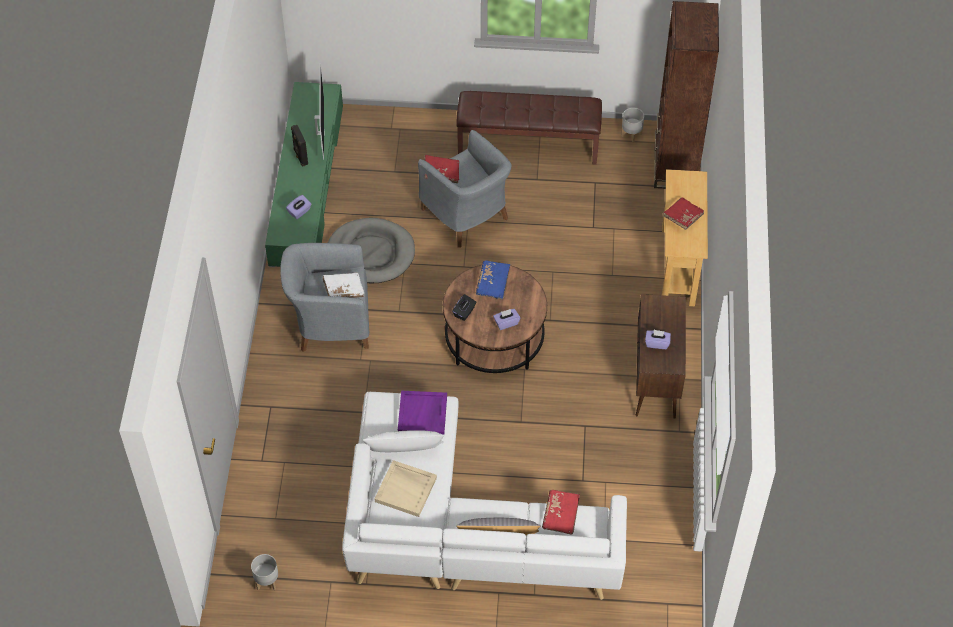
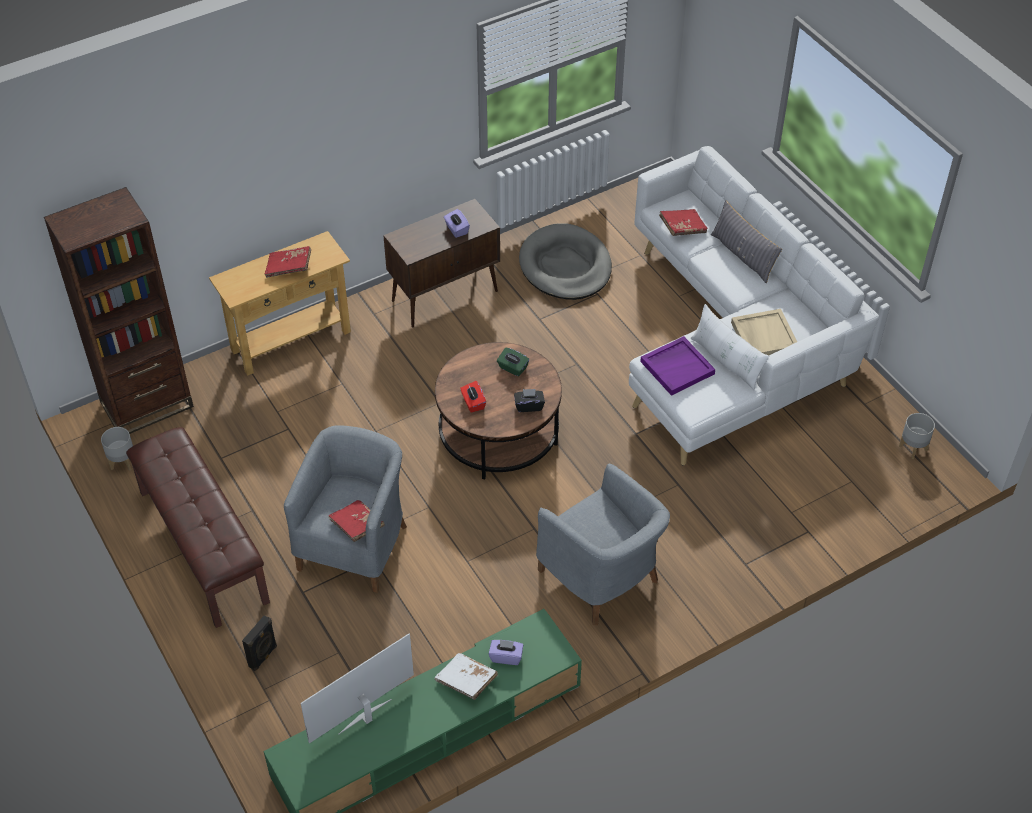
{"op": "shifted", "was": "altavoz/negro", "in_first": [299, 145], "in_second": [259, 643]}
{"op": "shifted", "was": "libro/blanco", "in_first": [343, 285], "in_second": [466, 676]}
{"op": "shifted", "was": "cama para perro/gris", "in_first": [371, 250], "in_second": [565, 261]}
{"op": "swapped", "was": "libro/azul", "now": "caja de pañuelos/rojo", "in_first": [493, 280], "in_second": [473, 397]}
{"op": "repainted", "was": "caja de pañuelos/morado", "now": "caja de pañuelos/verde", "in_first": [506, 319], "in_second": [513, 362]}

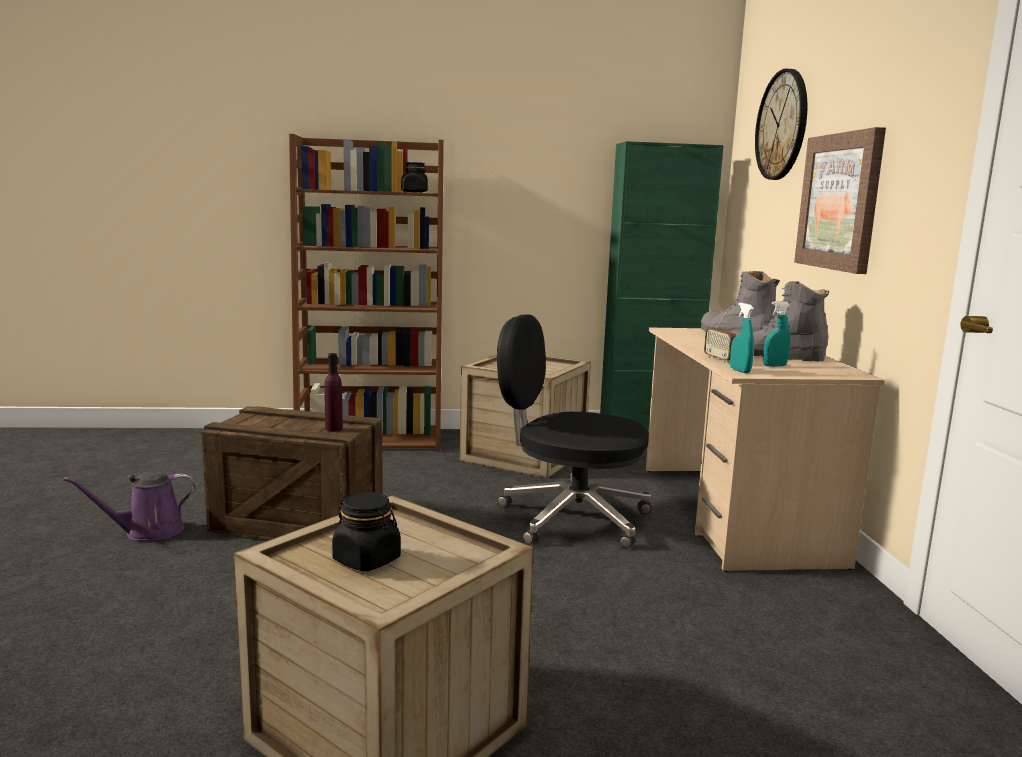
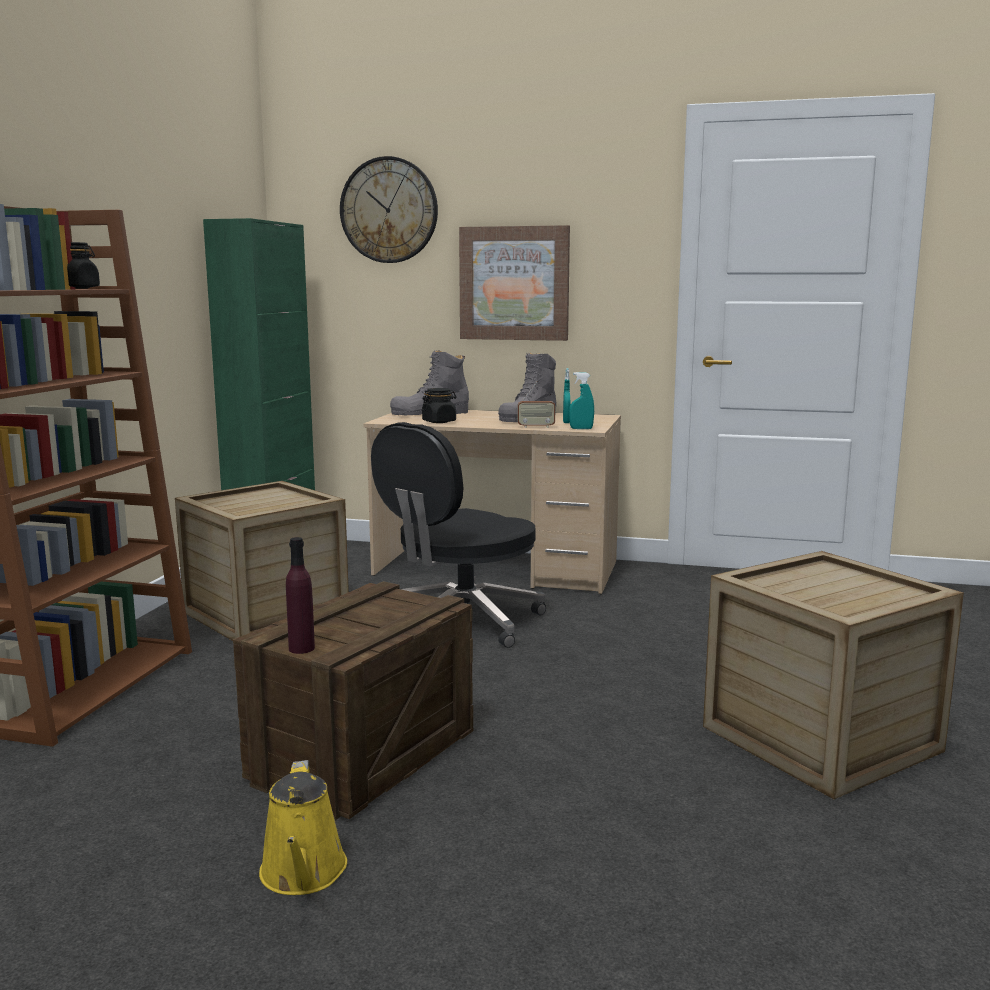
{"op": "shifted", "was": "botella/morado", "in_first": [333, 392], "in_second": [300, 595]}
{"op": "shifted", "was": "tarro/negro", "in_first": [366, 531], "in_second": [439, 405]}
{"op": "repainted", "was": "regadera/morado", "now": "regadera/amarillo", "in_first": [129, 506], "in_second": [303, 827]}

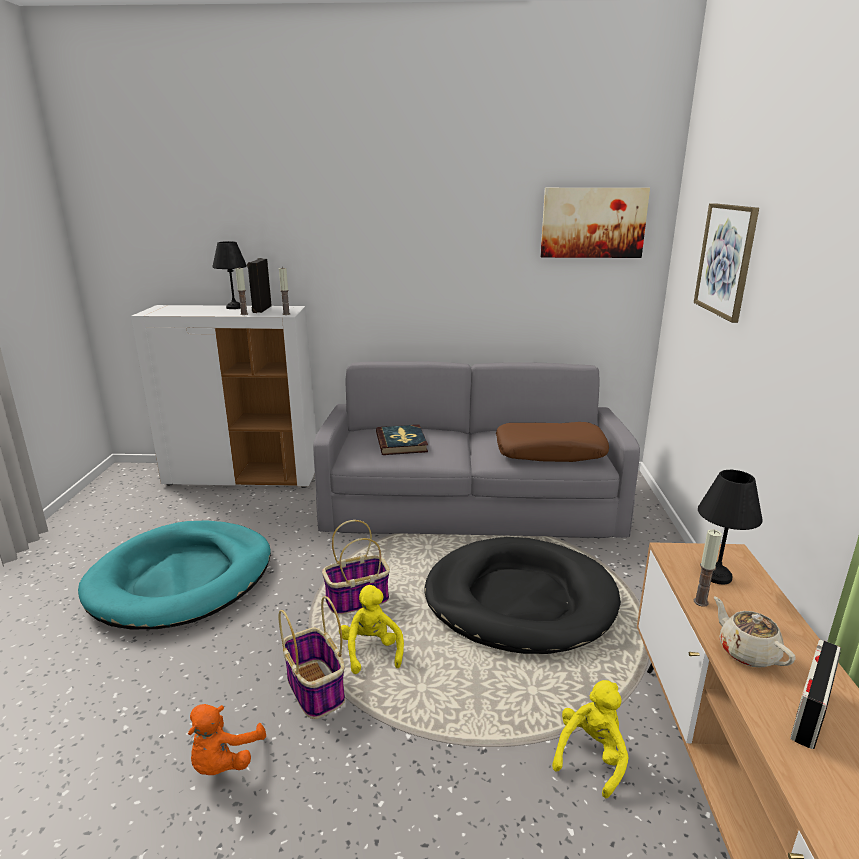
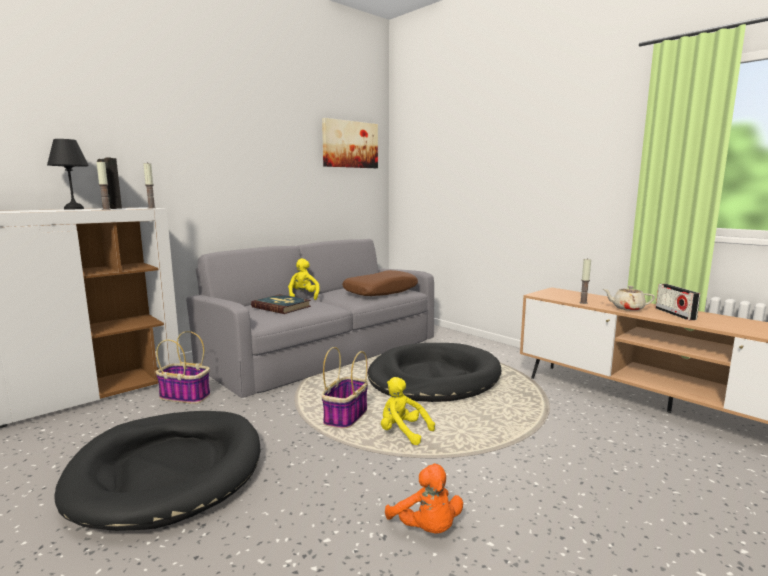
{"op": "gone", "was": "cuadro", "in_first": [726, 263]}
{"op": "gone", "was": "lámpara de mesa/negro", "in_first": [730, 527]}
{"op": "shifted", "was": "cesta", "in_first": [311, 657], "in_second": [183, 367]}
{"op": "shifted", "was": "peluche/amarillo", "in_first": [590, 739], "in_second": [304, 279]}
{"op": "repainted", "was": "cama para perro/turquesa", "now": "cama para perro/negro", "in_first": [174, 574], "in_second": [157, 471]}

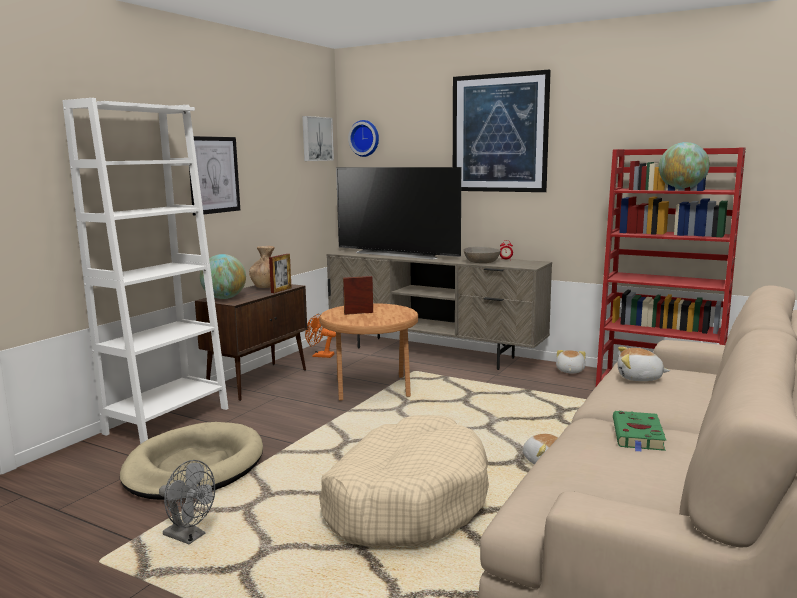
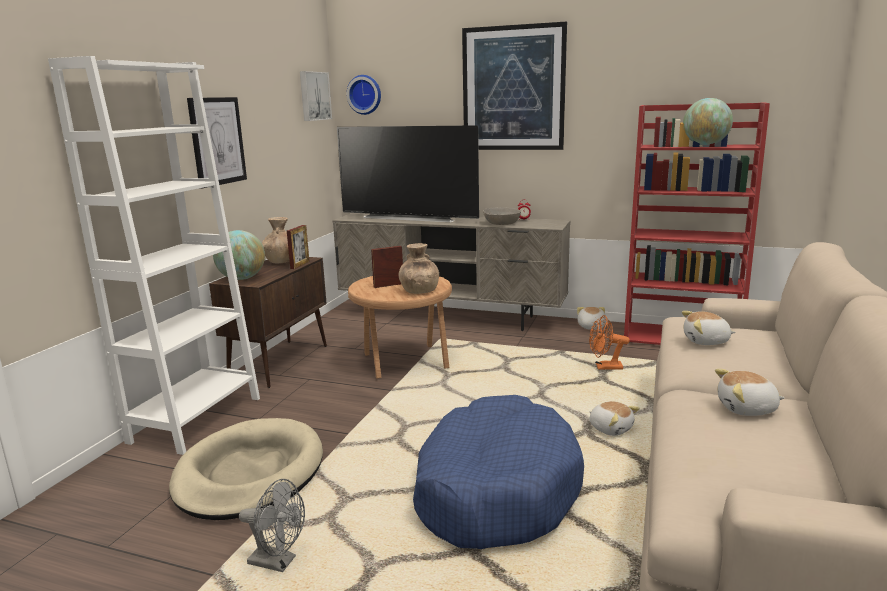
{"op": "new", "now": "florero/marrón", "in_second": [419, 268]}
{"op": "shifted", "was": "ventilador/naranja", "in_first": [320, 336], "in_second": [609, 342]}
{"op": "swapped", "was": "libro/verde", "now": "peluche", "in_first": [639, 431], "in_second": [750, 392]}
{"op": "repainted", "was": "cama para perro/beis", "now": "cama para perro/azul", "in_first": [404, 480], "in_second": [498, 472]}

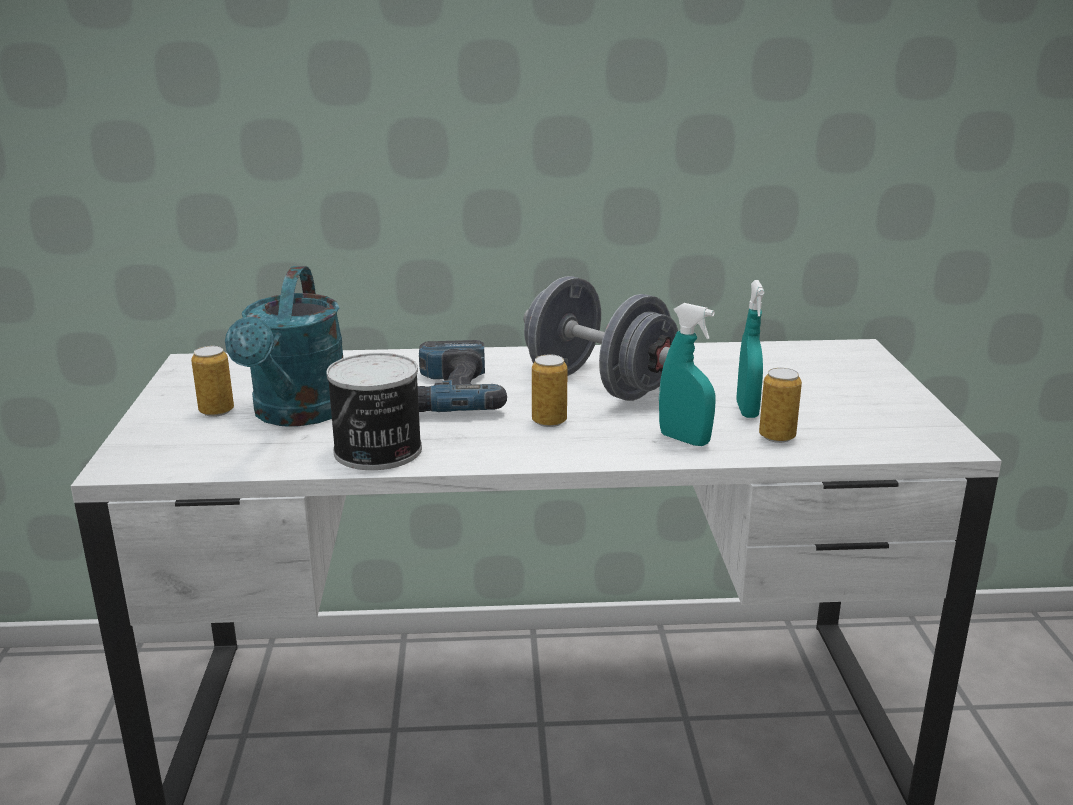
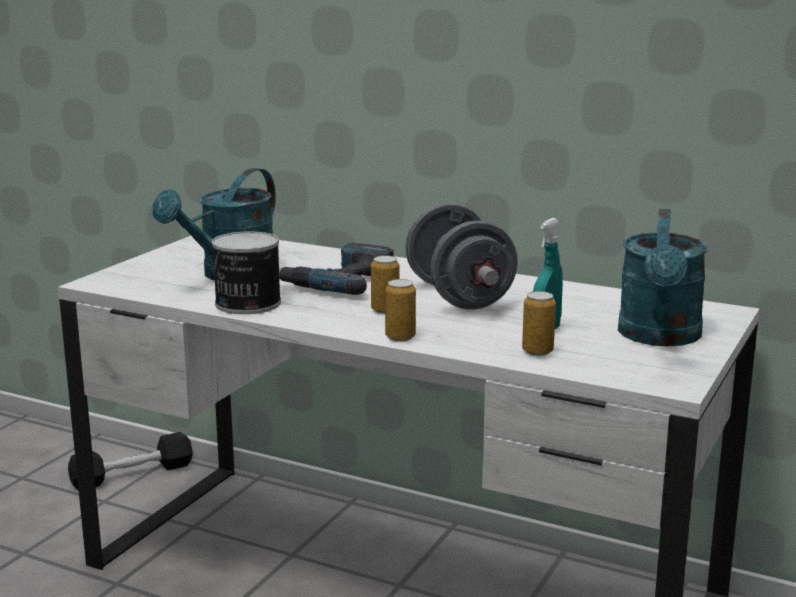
{"op": "gone", "was": "pulverizador/turquesa", "in_first": [687, 374]}
{"op": "new", "now": "mancuerna/negro", "in_second": [130, 461]}
{"op": "new", "now": "regadera/turquesa", "in_second": [663, 277]}
{"op": "shifted", "was": "lata", "in_first": [212, 381], "in_second": [400, 310]}

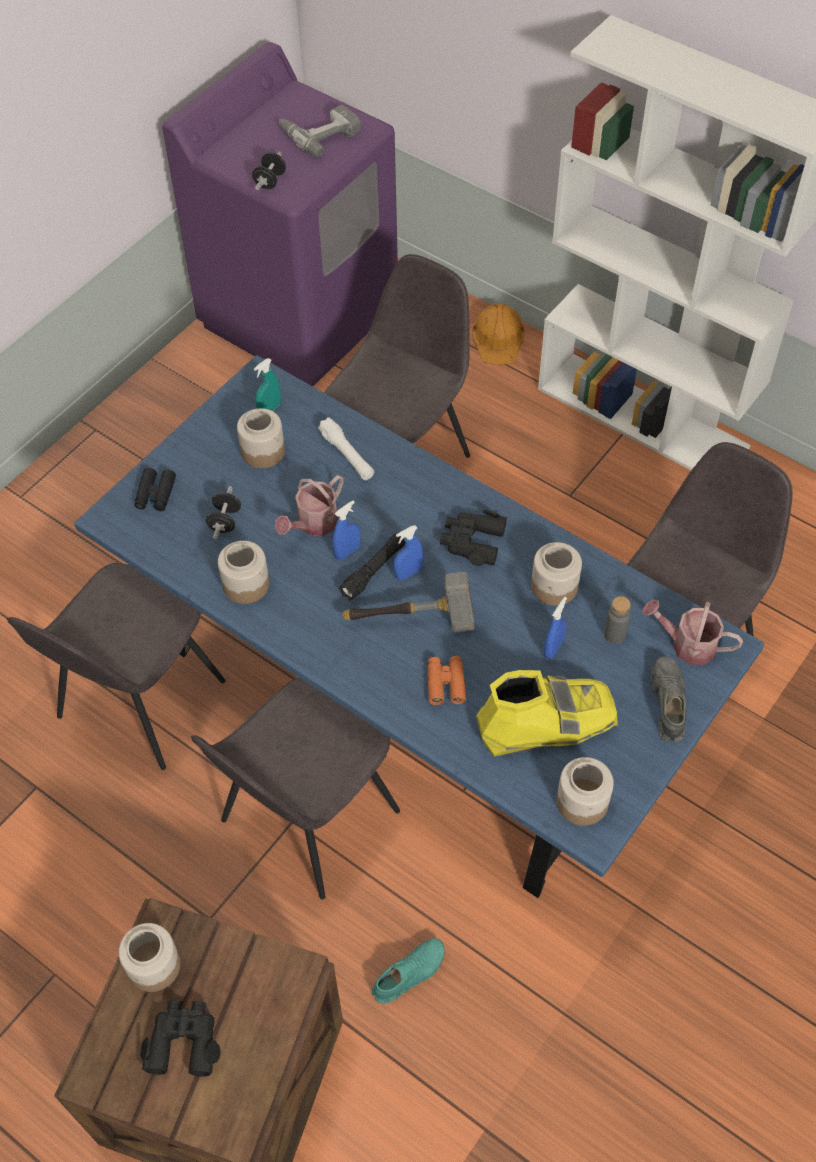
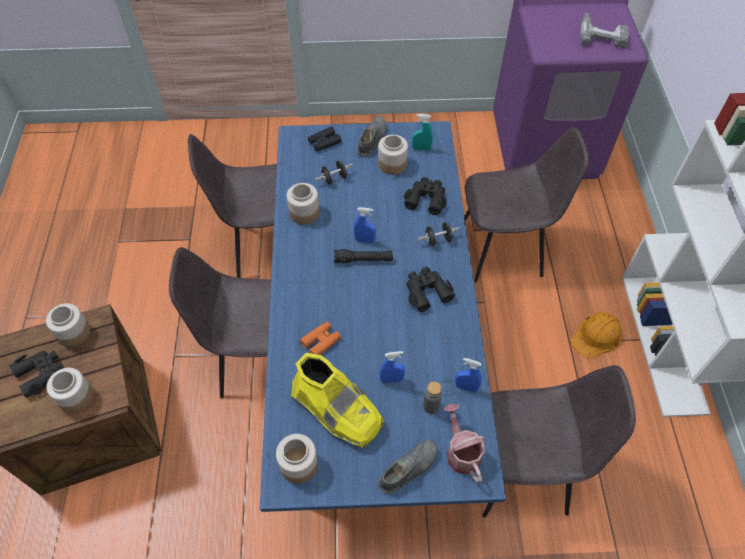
{"op": "gone", "was": "regadera", "in_first": [309, 505]}
{"op": "gone", "was": "martillo", "in_first": [408, 602]}
{"op": "gone", "was": "zapato/turquesa", "in_first": [408, 971]}
{"op": "new", "now": "zapato/gris", "in_second": [372, 136]}
{"op": "shifted", "was": "mancuerna/negro", "in_first": [269, 170], "in_second": [439, 234]}
{"op": "shifted", "was": "pulverizador/azul", "in_first": [408, 552], "in_second": [468, 375]}
{"op": "shifted", "was": "casco/naranja", "in_first": [498, 334], "in_second": [596, 335]}
{"op": "shifted", "was": "tarro", "in_first": [556, 574], "in_second": [70, 390]}
{"op": "swapped", "was": "linterna/blanco", "now": "prismáticos/negro", "in_first": [346, 448], "in_second": [425, 196]}

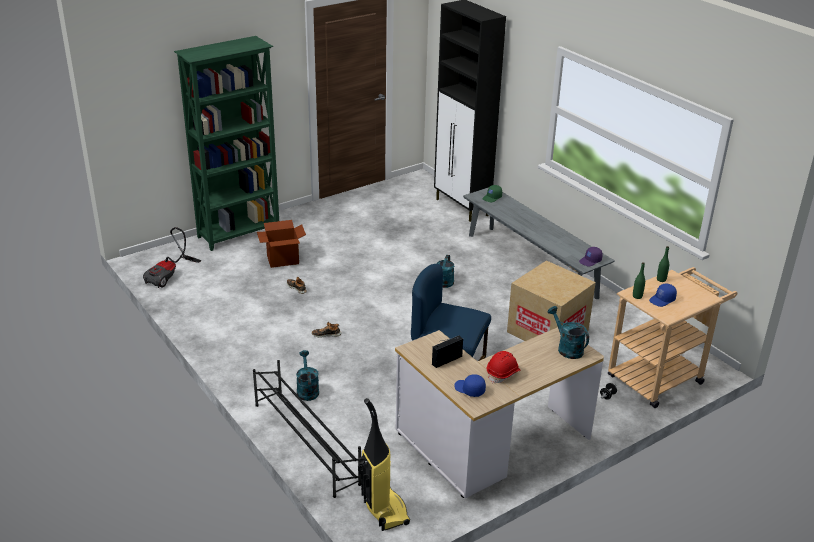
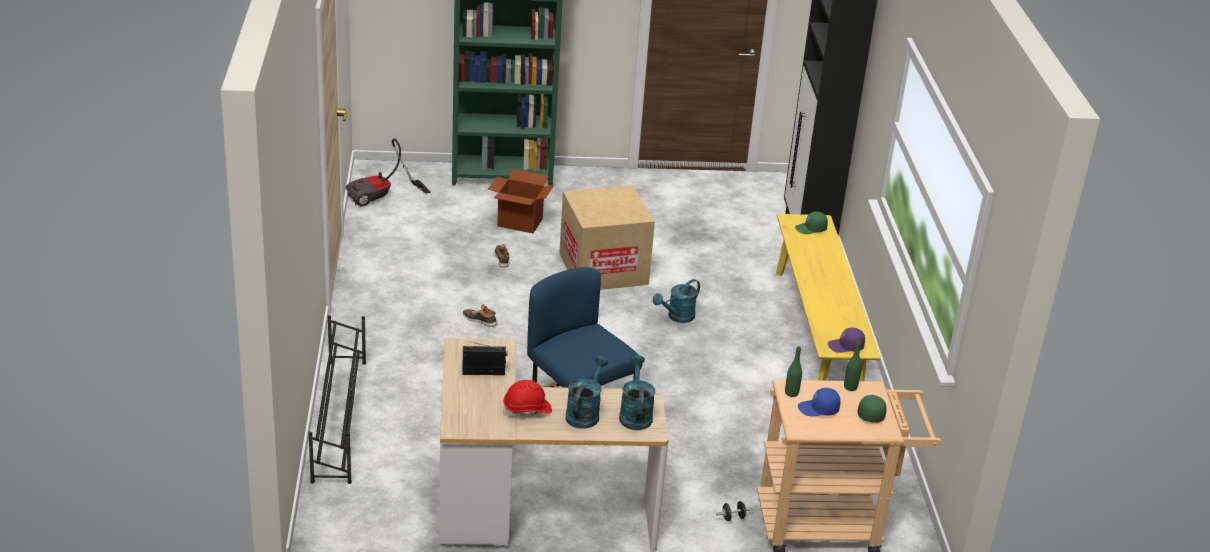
{"op": "gone", "was": "aspiradora", "in_first": [384, 464]}
{"op": "gone", "was": "gorra/azul", "in_first": [470, 385]}
{"op": "new", "now": "gorra/verde", "in_second": [872, 409]}
{"op": "shifted", "was": "regadera/turquesa", "in_first": [307, 375], "in_second": [587, 392]}
{"op": "shifted", "was": "caja de cartón", "in_first": [551, 300], "in_second": [607, 237]}
{"op": "repainted", "was": "banco/gris", "now": "banco/amarillo", "in_first": [539, 243], "in_second": [828, 297]}

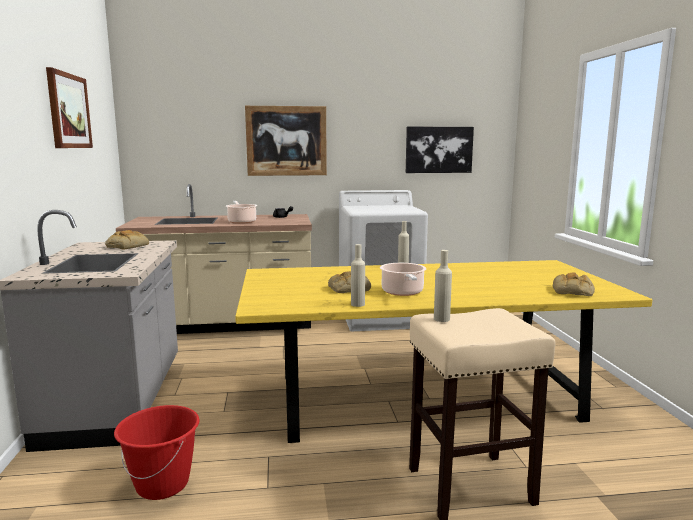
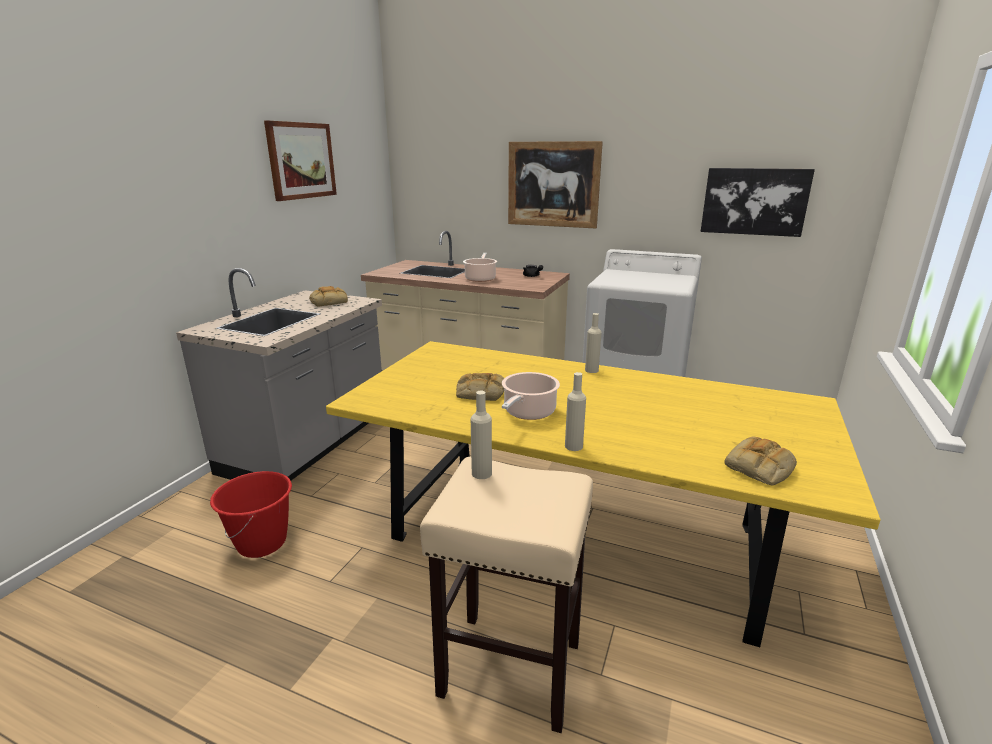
{"op": "shifted", "was": "botella/beis", "in_first": [358, 275], "in_second": [575, 411]}

